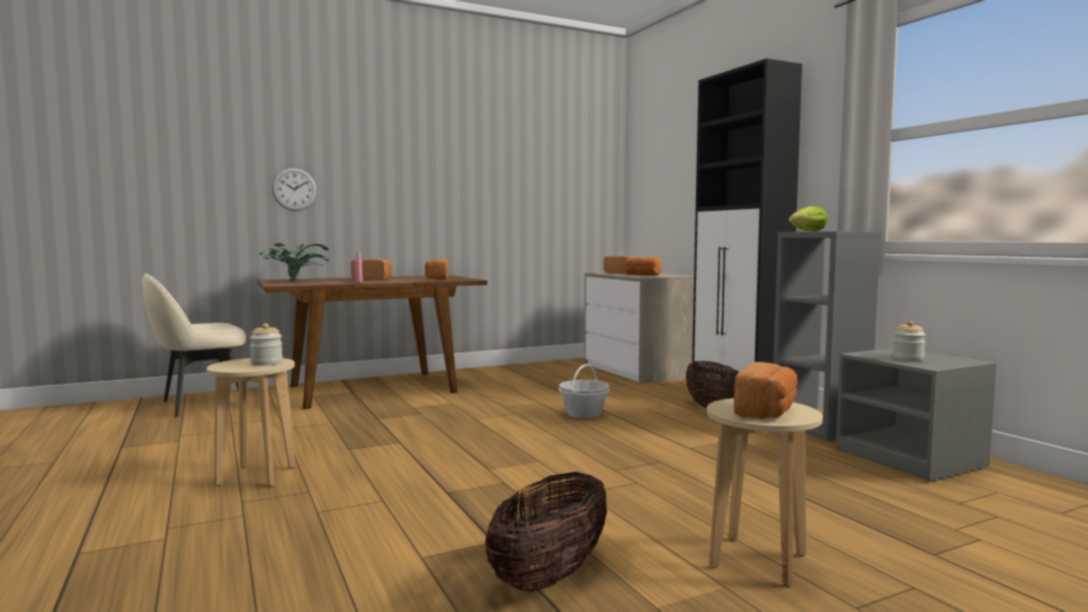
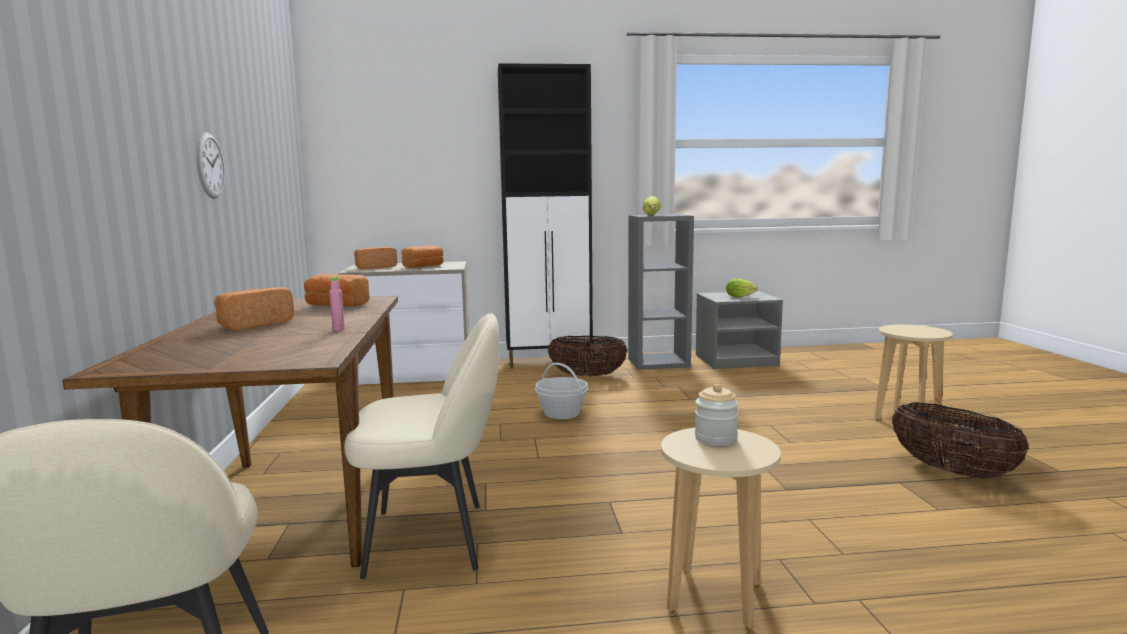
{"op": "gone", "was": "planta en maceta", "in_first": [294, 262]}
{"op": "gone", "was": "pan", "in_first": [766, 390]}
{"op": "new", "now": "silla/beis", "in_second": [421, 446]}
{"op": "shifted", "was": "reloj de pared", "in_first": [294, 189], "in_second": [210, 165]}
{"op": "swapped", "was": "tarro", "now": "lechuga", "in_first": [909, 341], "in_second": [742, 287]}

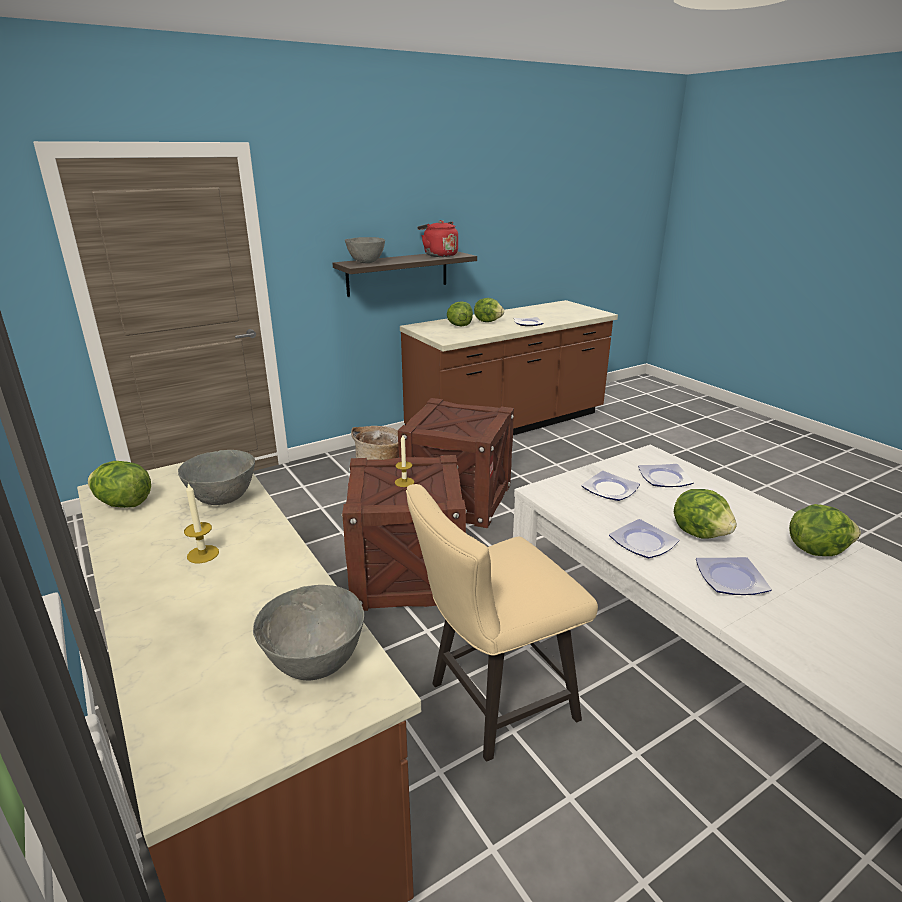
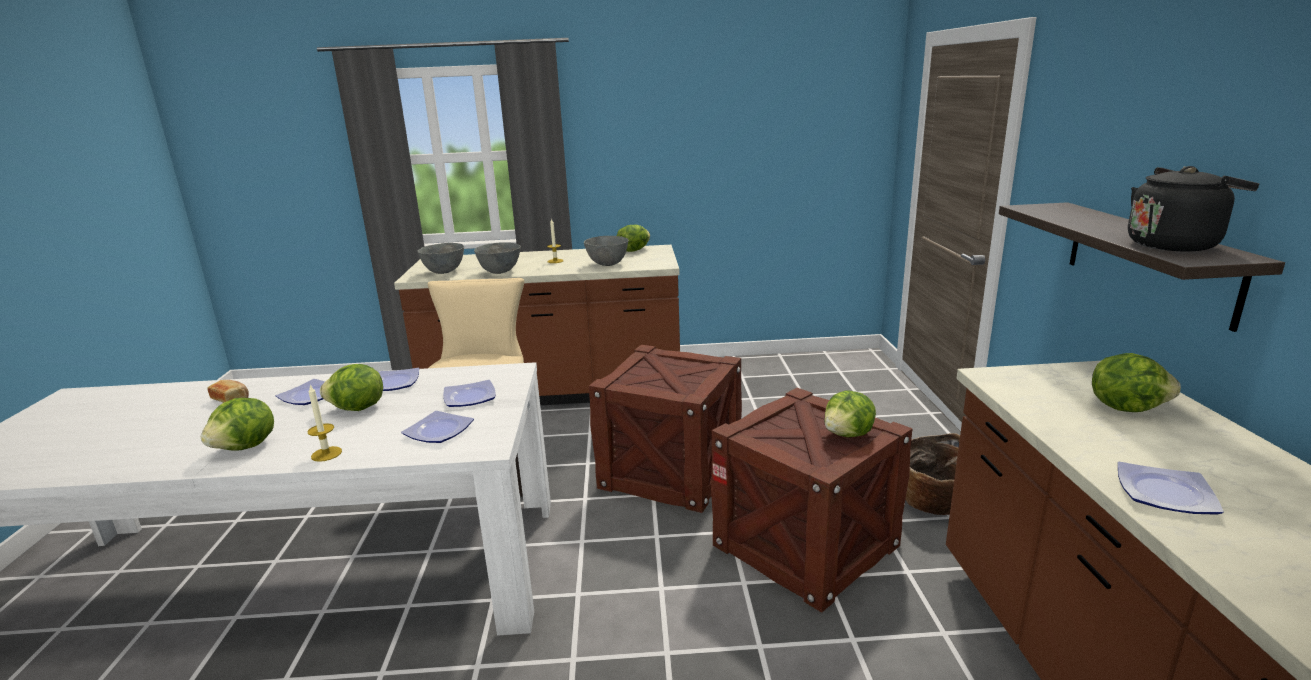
{"op": "new", "now": "pan", "in_second": [228, 391]}
{"op": "shifted", "was": "cuenco/gris", "in_first": [365, 250], "in_second": [497, 258]}
{"op": "shifted", "was": "vela", "in_first": [404, 461], "in_second": [324, 423]}
{"op": "shifted", "was": "lechuga", "in_first": [489, 310], "in_second": [850, 413]}
{"op": "repainted", "was": "hervidor/rojo", "now": "hervidor/negro", "in_first": [437, 238], "in_second": [1193, 208]}

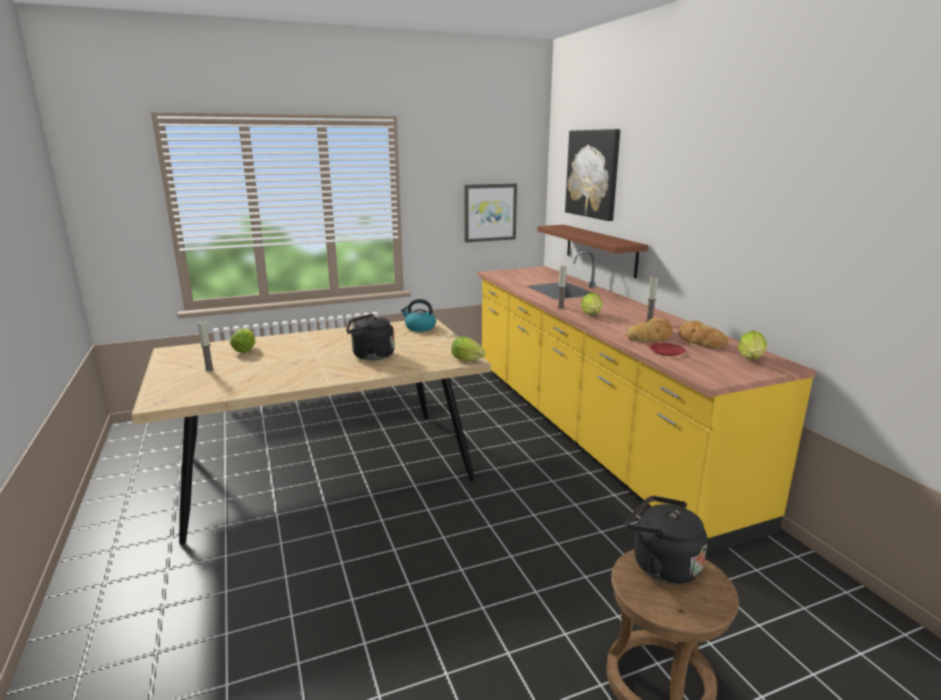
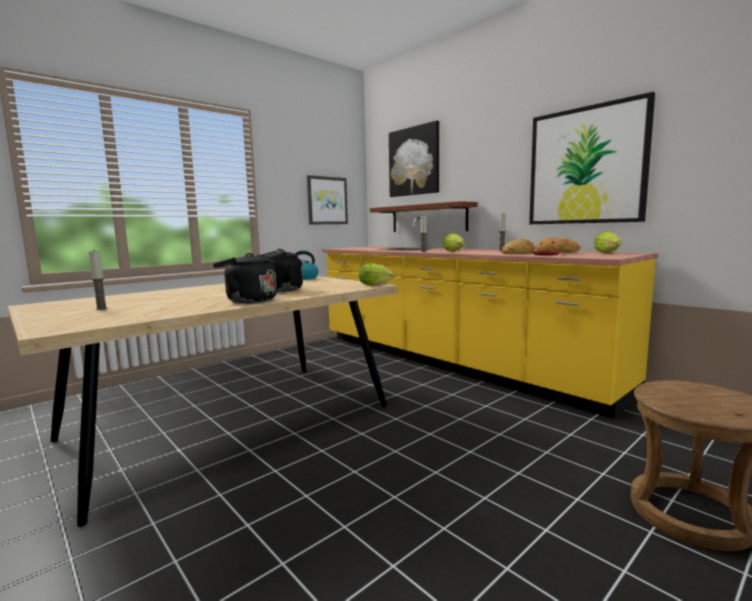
{"op": "gone", "was": "lechuga", "in_first": [242, 341]}
{"op": "new", "now": "cuadro", "in_second": [592, 158]}
{"op": "shifted", "was": "hervidor/negro", "in_first": [666, 540], "in_second": [245, 278]}

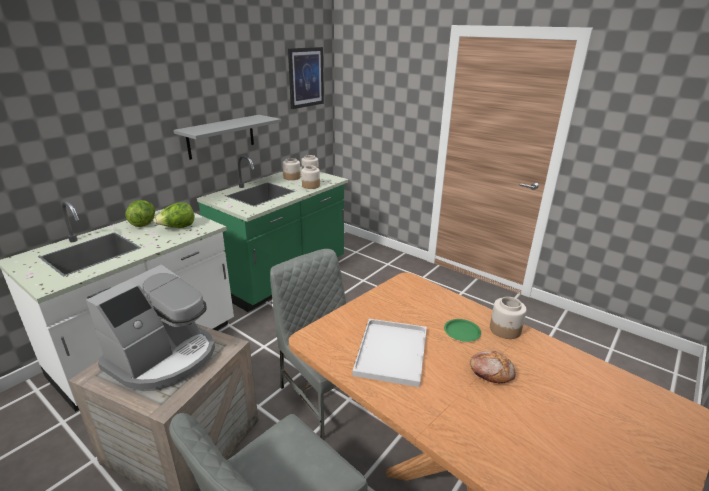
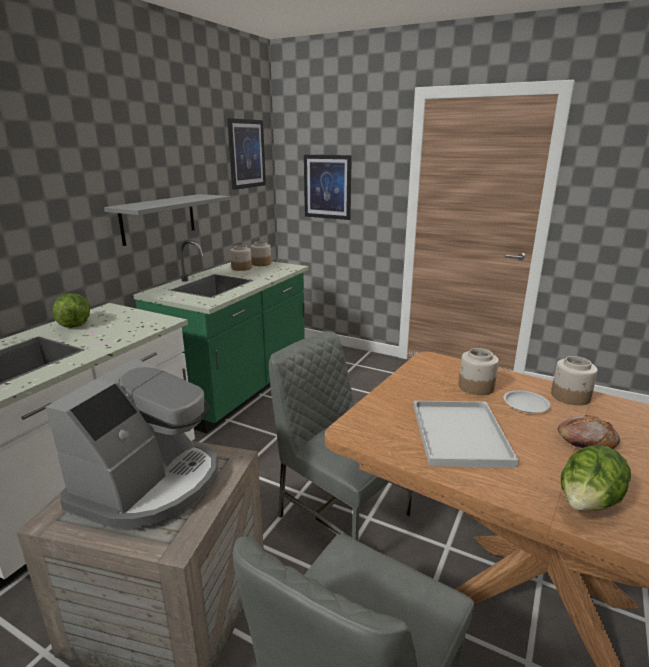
{"op": "new", "now": "cuadro", "in_second": [328, 187]}
{"op": "shifted", "was": "lechuga", "in_first": [174, 215], "in_second": [596, 478]}
{"op": "shifted", "was": "tarro", "in_first": [310, 177], "in_second": [479, 371]}
{"op": "repainted", "was": "plato/verde", "now": "plato/blanco", "in_first": [462, 330], "in_second": [527, 401]}

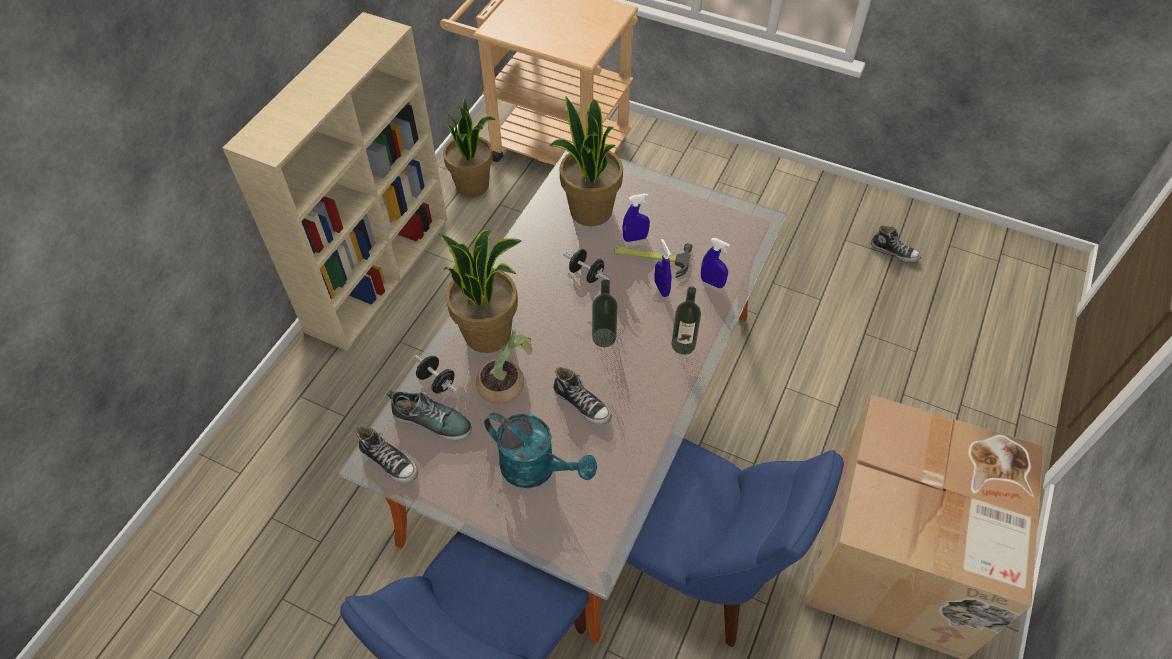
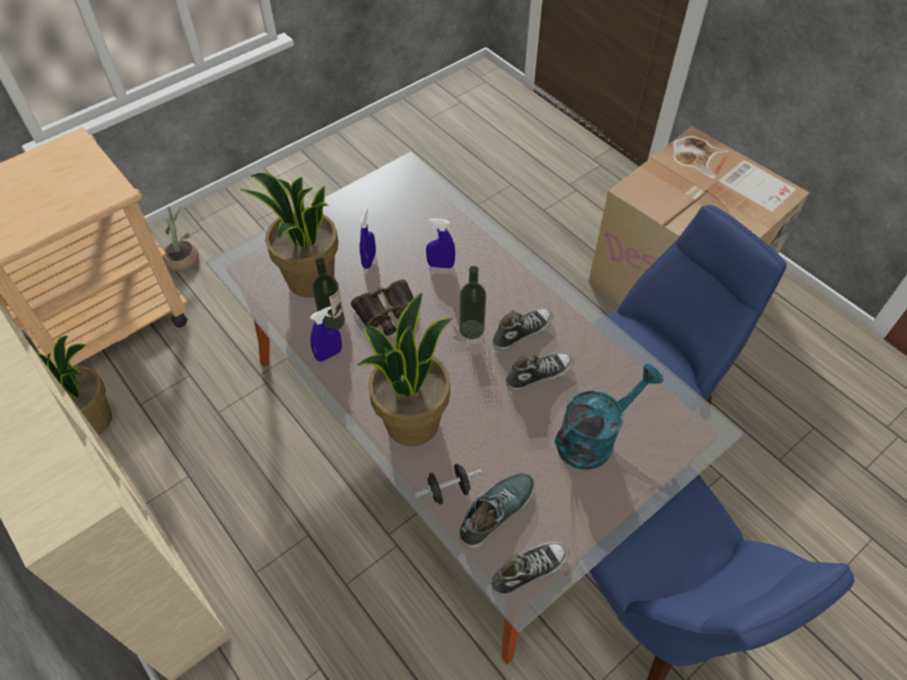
{"op": "gone", "was": "martillo", "in_first": [653, 260]}
{"op": "shifted", "was": "planta en maceta", "in_first": [504, 366], "in_second": [181, 239]}
{"op": "shifted", "was": "botella", "in_first": [686, 320], "in_second": [328, 294]}
{"op": "shifted", "was": "pulverizador/azul", "in_first": [715, 263], "in_second": [326, 334]}
{"op": "shifted", "was": "zapato", "in_first": [896, 244], "in_second": [522, 329]}
{"op": "swapped", "was": "mancuerna/negro", "now": "prismáticos", "in_first": [586, 266], "in_second": [382, 307]}

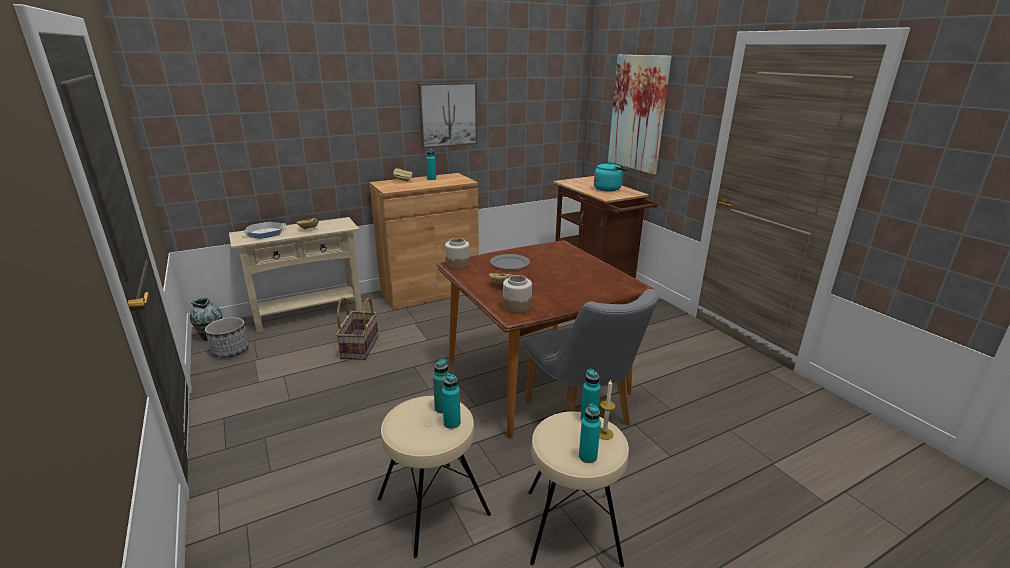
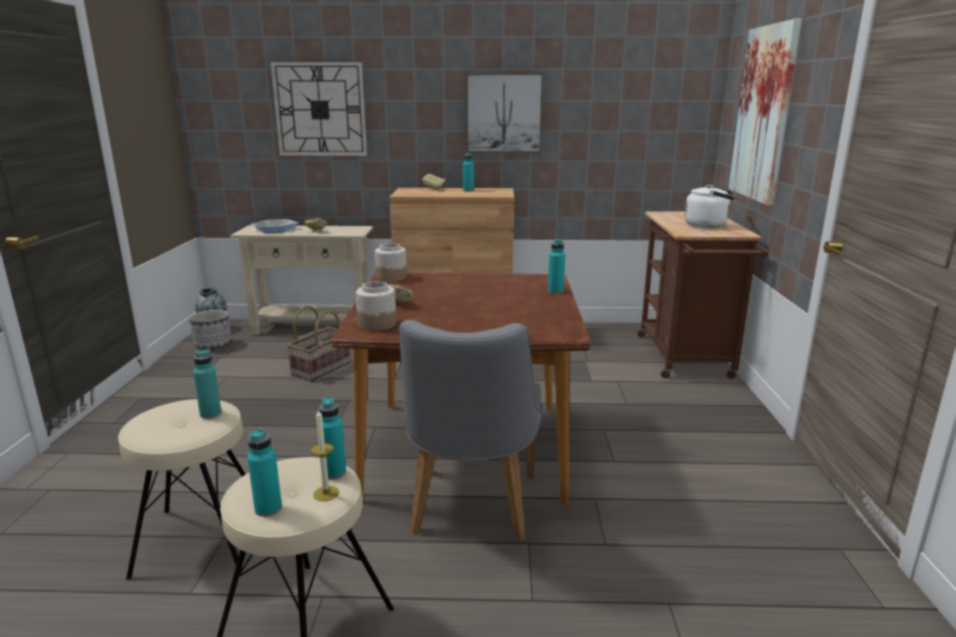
{"op": "gone", "was": "plato/gris", "in_first": [510, 262]}
{"op": "new", "now": "reloj de pared", "in_second": [319, 109]}
{"op": "shifted", "was": "botella/turquesa", "in_first": [451, 401], "in_second": [556, 266]}
{"op": "repainted", "was": "hervidor/turquesa", "now": "hervidor/blanco", "in_first": [611, 176], "in_second": [710, 206]}

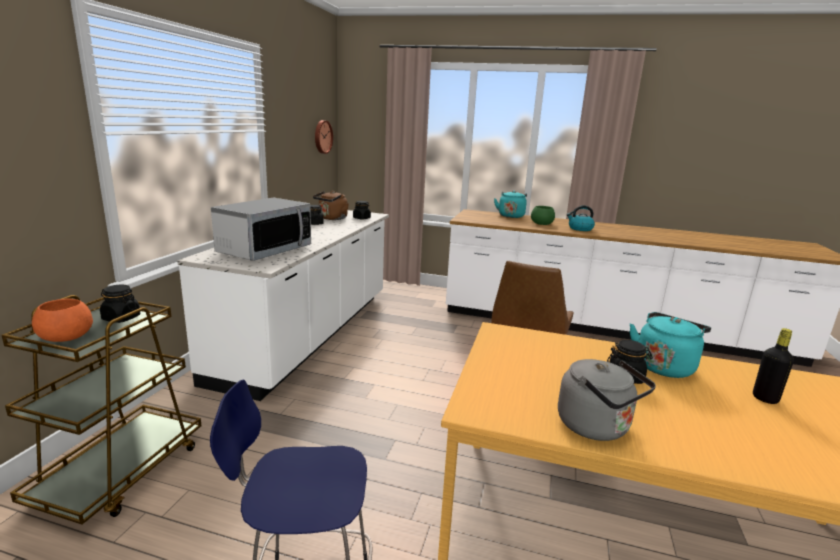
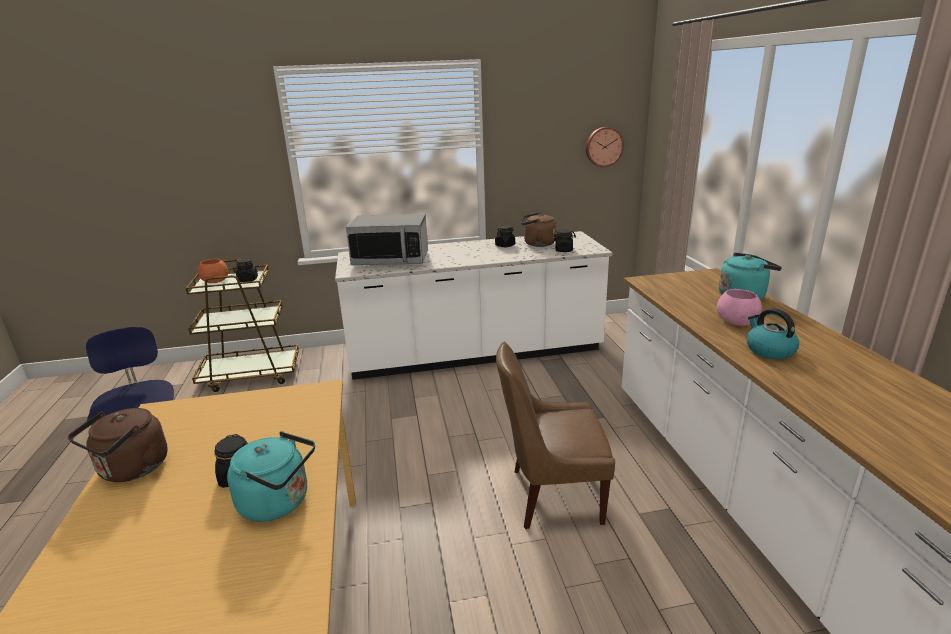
{"op": "gone", "was": "botella/negro", "in_first": [773, 366]}
{"op": "repainted", "was": "cuenco/verde", "now": "cuenco/rosa", "in_first": [543, 215], "in_second": [739, 307]}
{"op": "repainted", "was": "hervidor/gris", "now": "hervidor/marrón", "in_first": [607, 400], "in_second": [117, 445]}

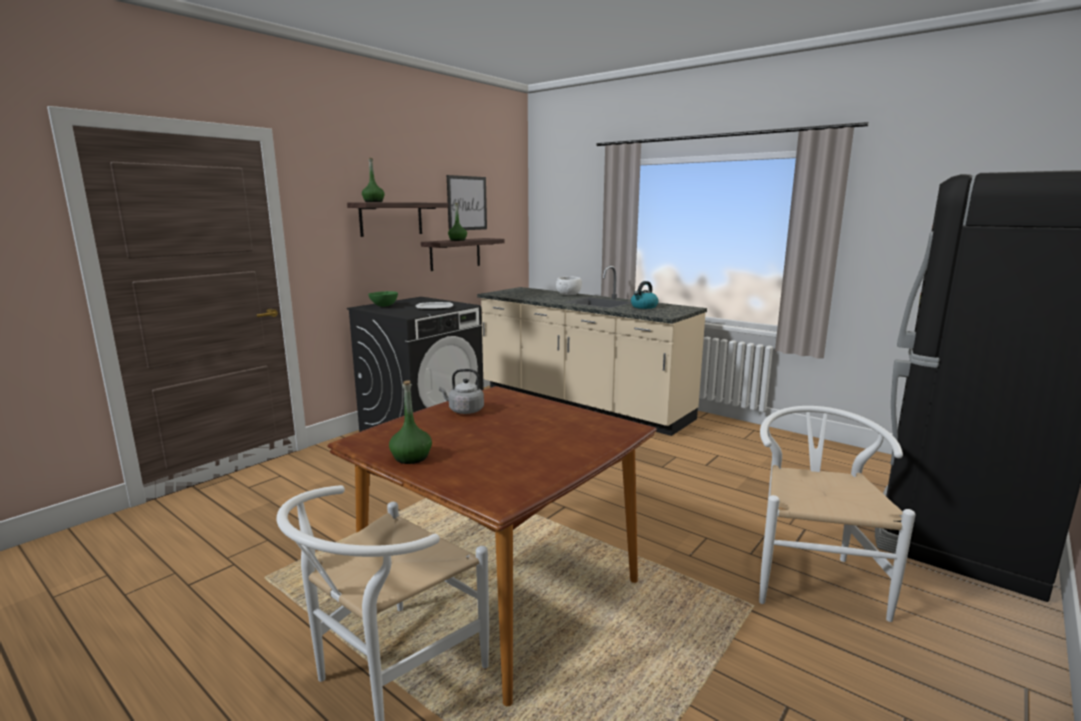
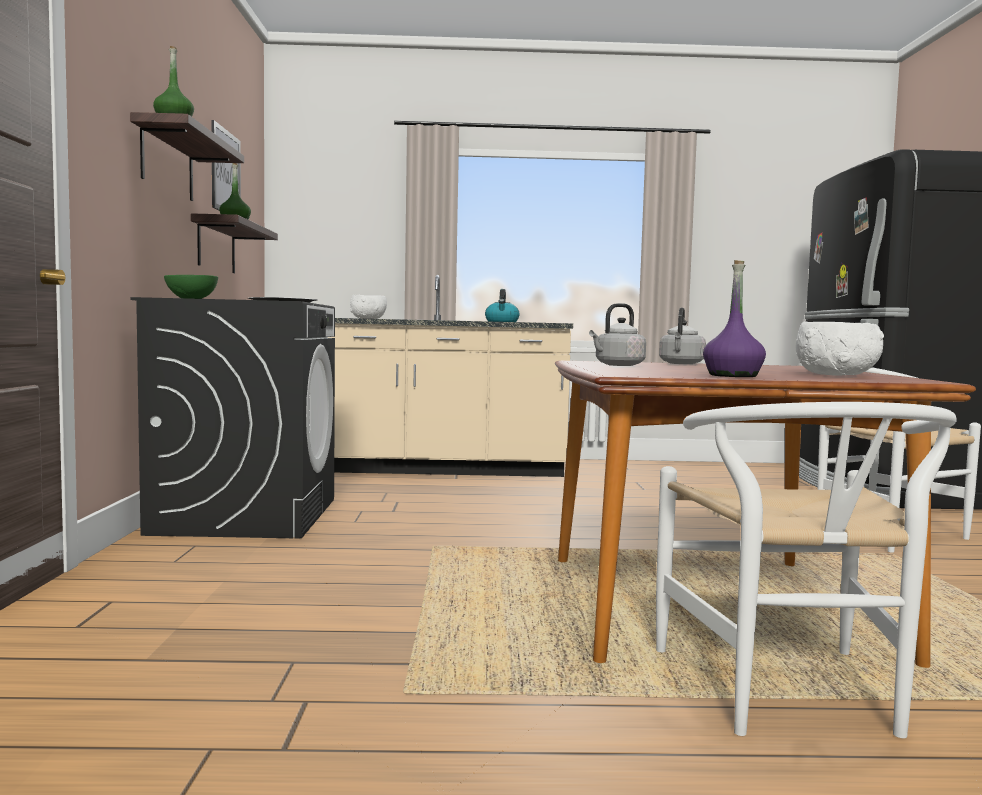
{"op": "new", "now": "hervidor/gris", "in_second": [682, 335]}
{"op": "new", "now": "cuenco/blanco", "in_second": [840, 348]}
{"op": "repainted", "was": "botella/verde", "now": "botella/morado", "in_first": [410, 422], "in_second": [734, 318]}

